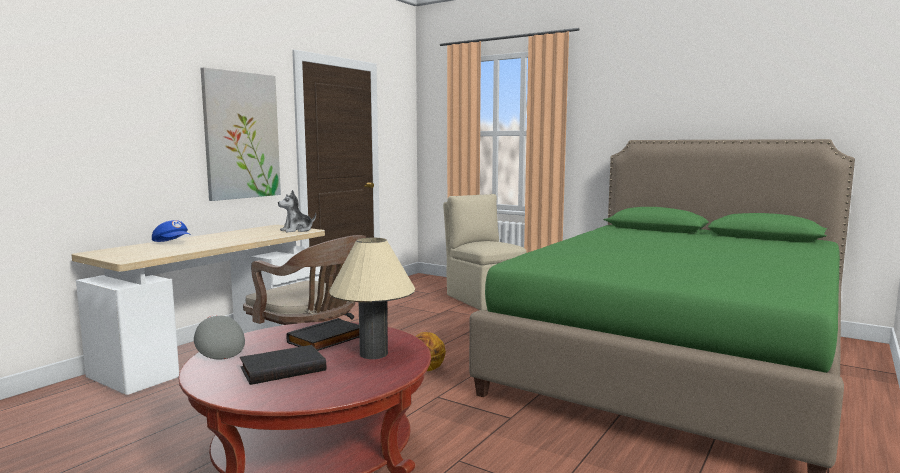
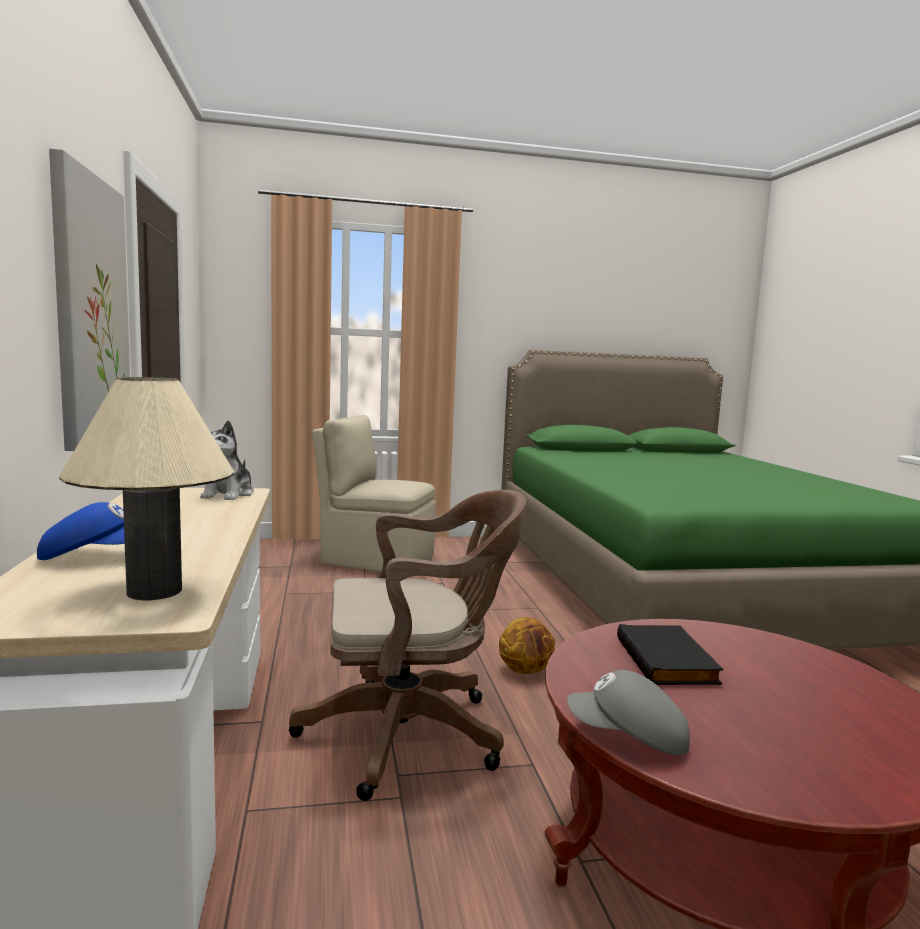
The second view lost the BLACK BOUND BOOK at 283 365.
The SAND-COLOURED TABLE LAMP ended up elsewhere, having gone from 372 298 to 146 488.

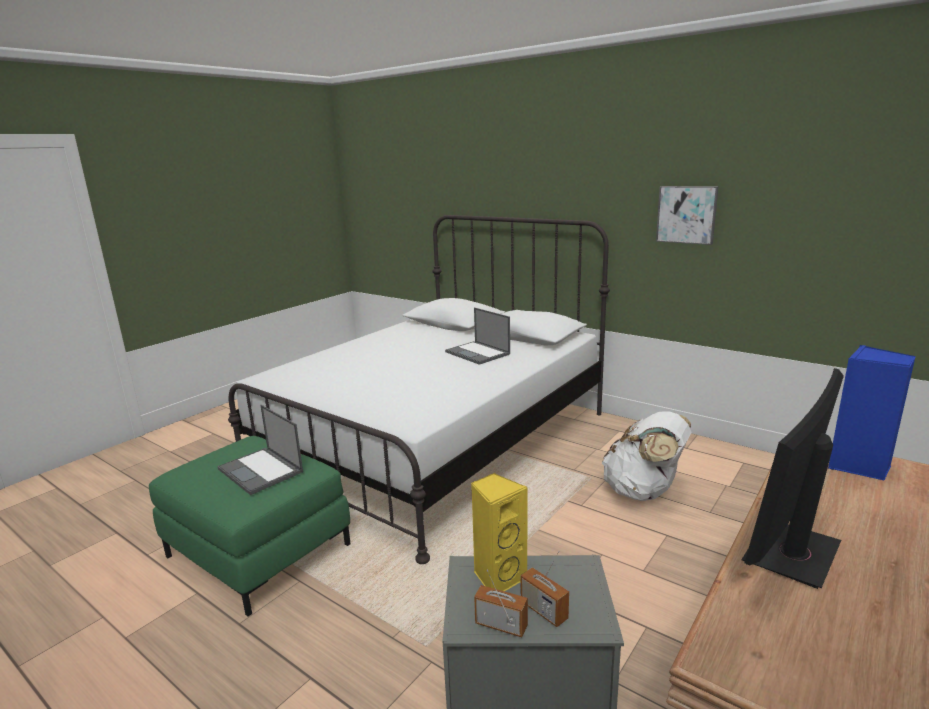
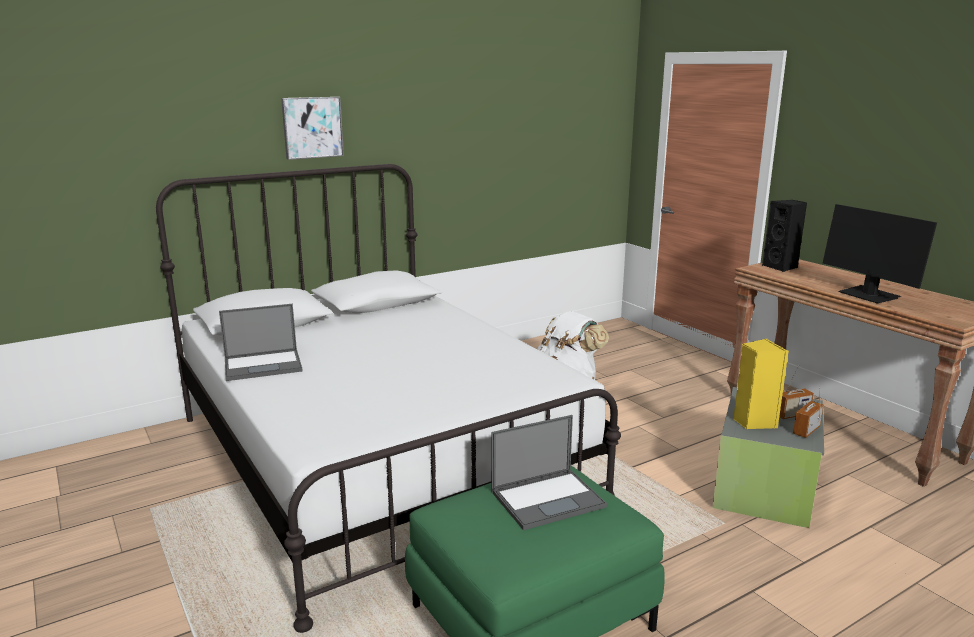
The NOTEBOOK COMPUTER ended up elsewhere, having gone from 477 336 to 261 342.
The PICTURE ended up elsewhere, having gone from 687 215 to 312 128.
What was the BLUE AUDIO SPEAKER at 872 412 turned into the BLACK AUDIO SPEAKER at 784 236.

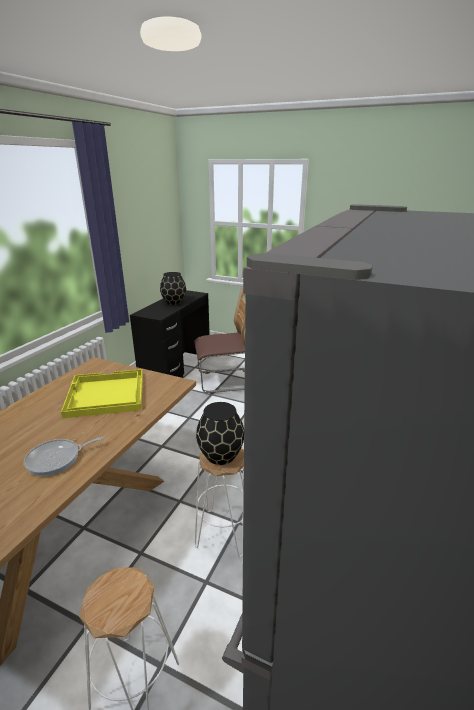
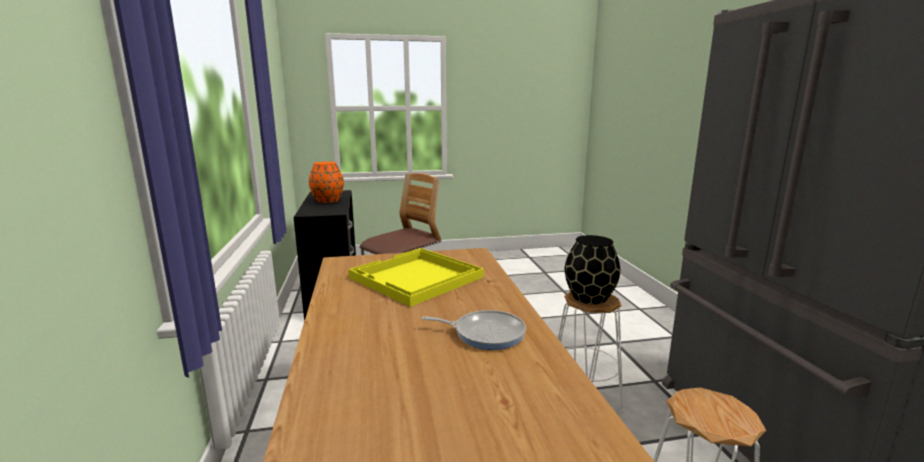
What was the BLACK VASE at 173 288 turned into the ORANGE-COLOURED VASE at 326 182.
The SKILLET at 63 456 ended up facing another way, 105 degrees counterclockwise from before.

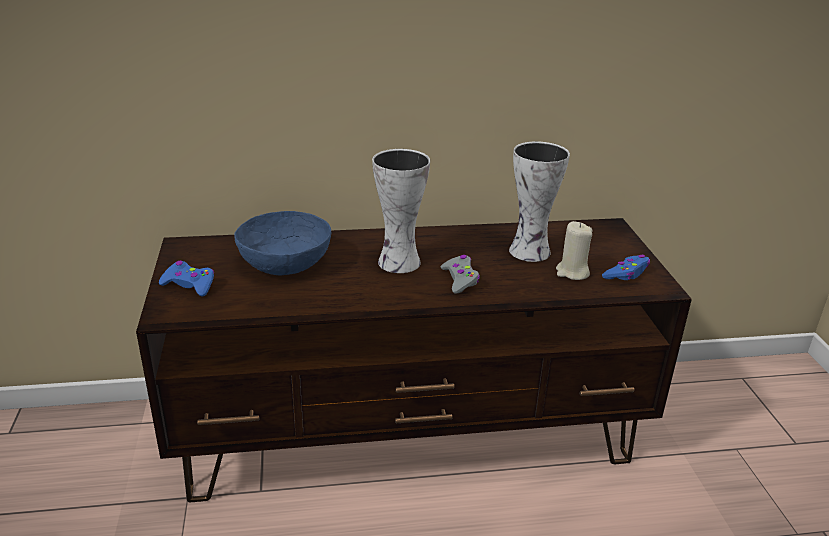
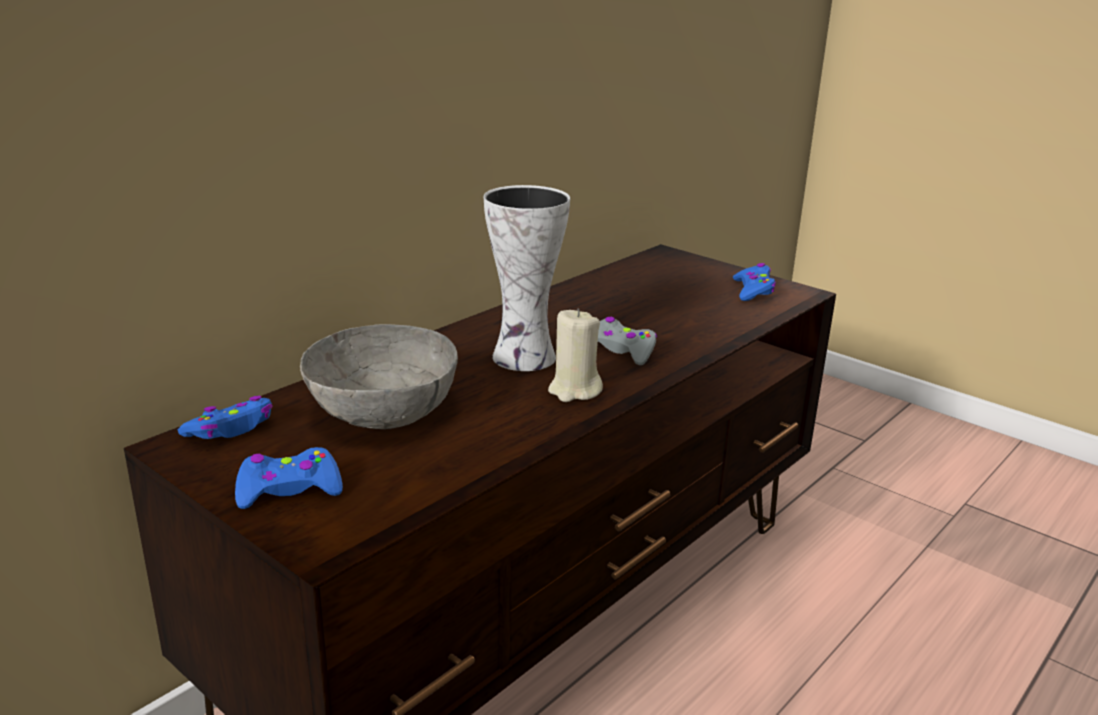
The second view lost the VASE at 539 201.
The second view gained the BLUE JOYPAD at 225 417.
The SAND-COLOURED CANDLE ended up elsewhere, having gone from 574 250 to 575 355.
What was the BLUE SERVING BOWL at 282 243 turned into the GRAY SERVING BOWL at 379 376.

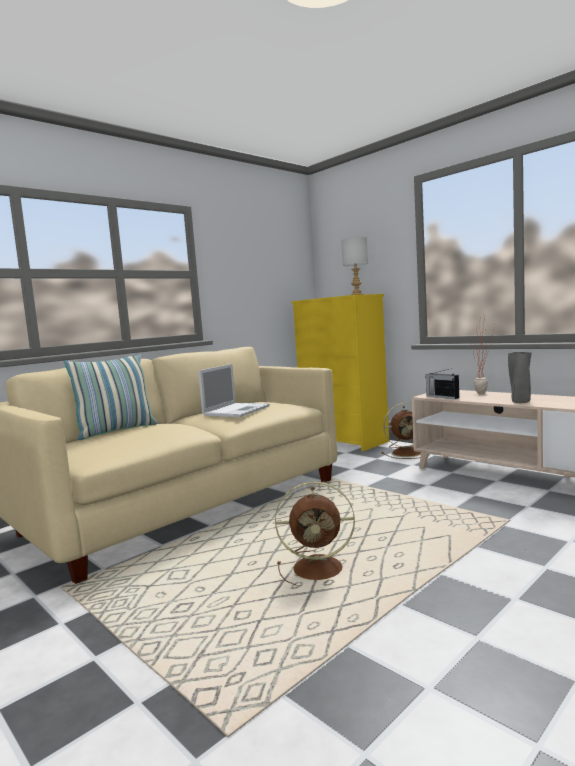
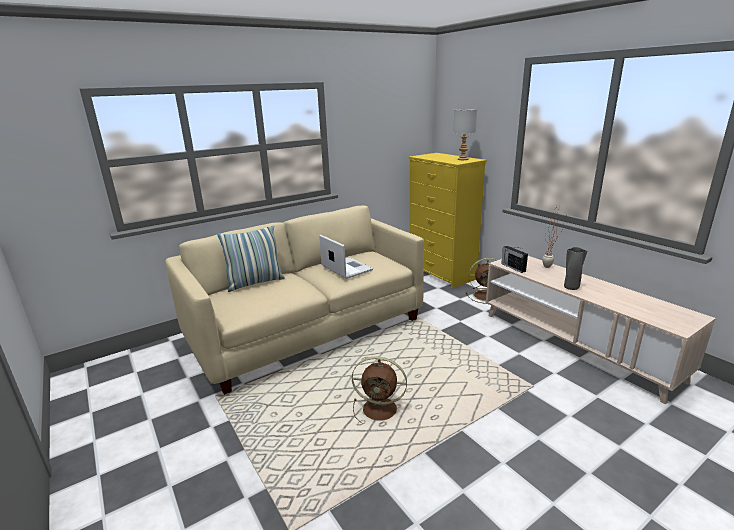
The NOTEBOOK COMPUTER at 234 390 ended up facing another way, 75 degrees counterclockwise from before.

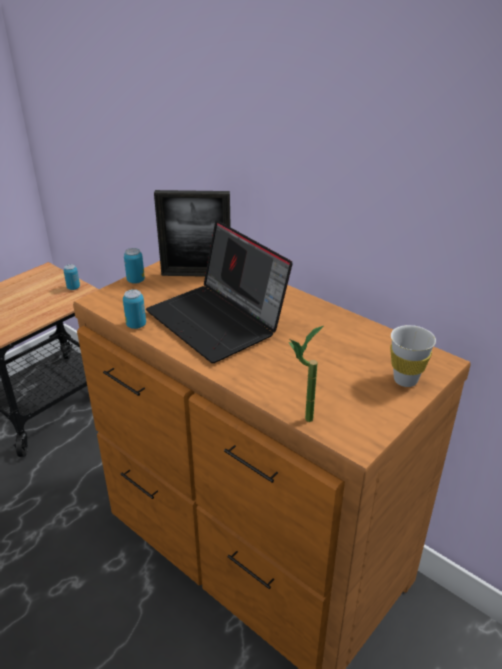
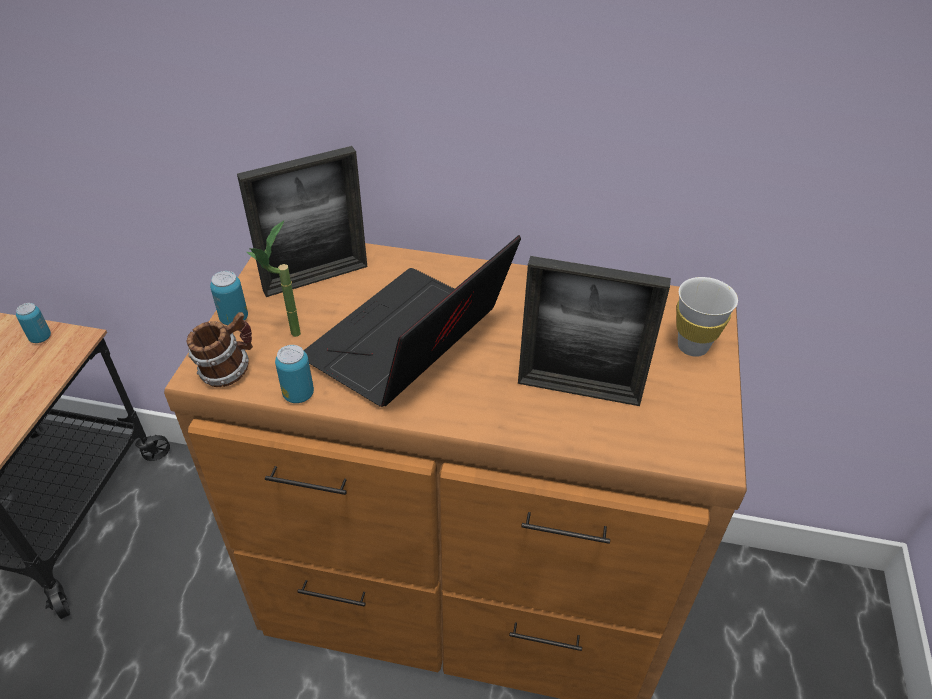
The second view gained the TEA MUG at 219 349.
The second view gained the PICTURE FRAME at 594 331.
The PLANT IN A POT ended up elsewhere, having gone from 306 374 to 274 279.
The NOTEBOOK COMPUTER at 219 291 ended up facing another way, 105 degrees clockwise from before.

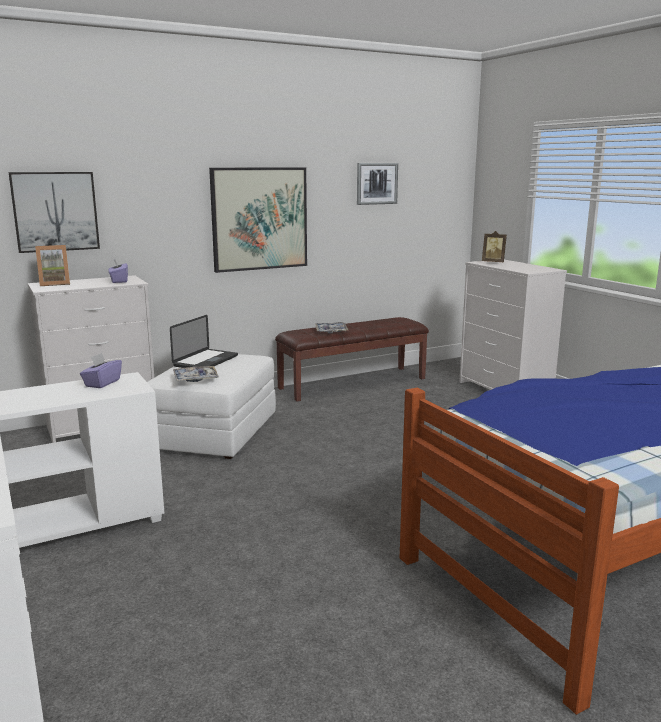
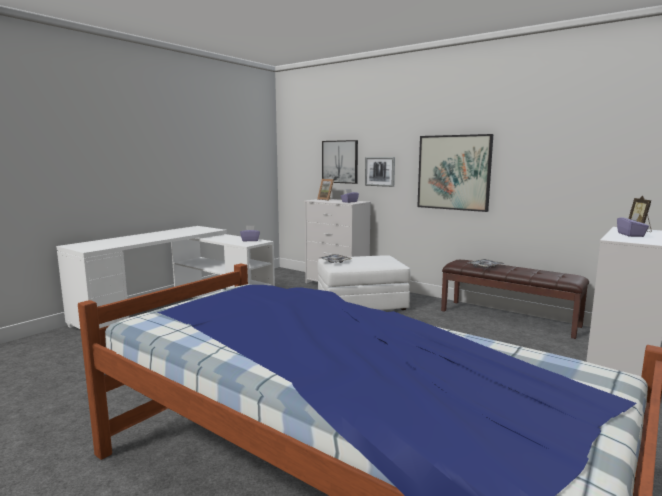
The second view lost the NOTEBOOK COMPUTER at 204 341.
The second view gained the PURPLISH TISSUE BOX at 633 225.
The PICTURE ended up elsewhere, having gone from 377 184 to 380 172.

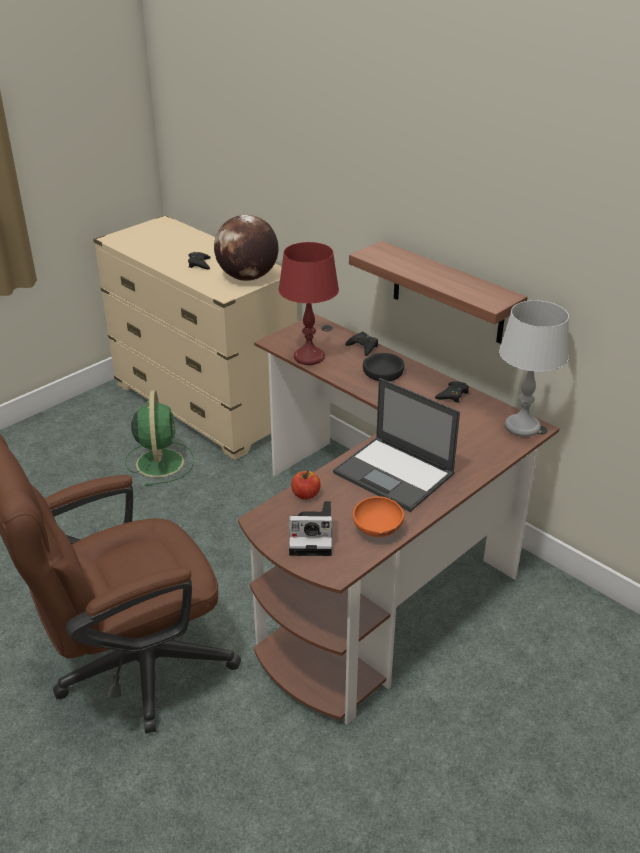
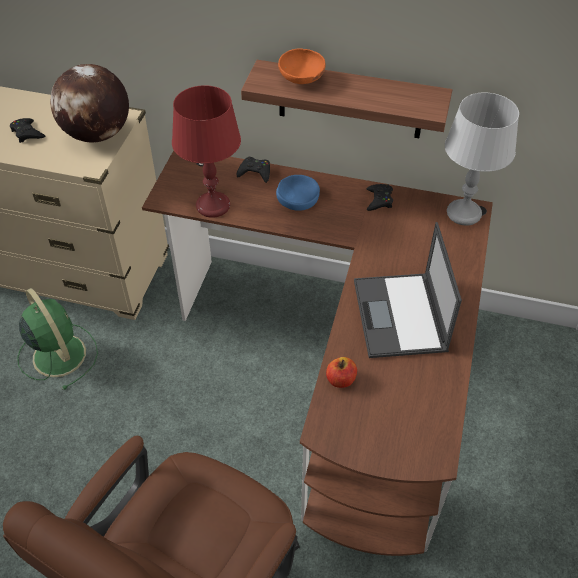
The second view lost the PHOTO CAMERA at 310 528.
The ORANGE-COLOURED SERVING BOWL ended up elsewhere, having gone from 378 516 to 302 66.
What was the BLACK SERVING BOWL at 383 367 turned into the BLUE SERVING BOWL at 298 193.
The NOTEBOOK COMPUTER at 396 445 ended up facing another way, 75 degrees clockwise from before.

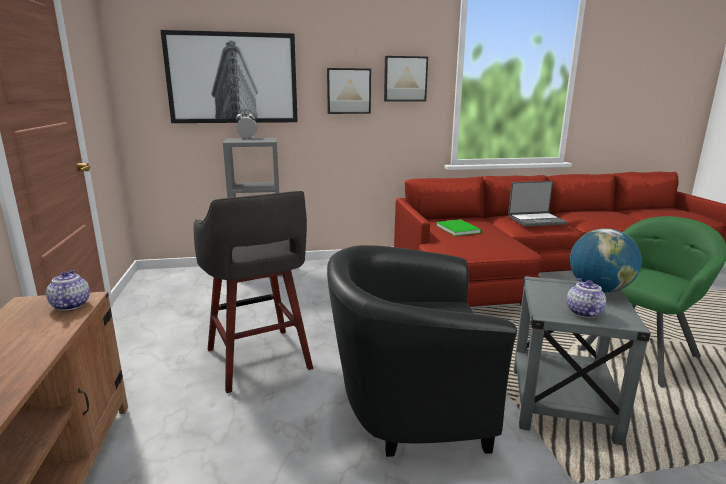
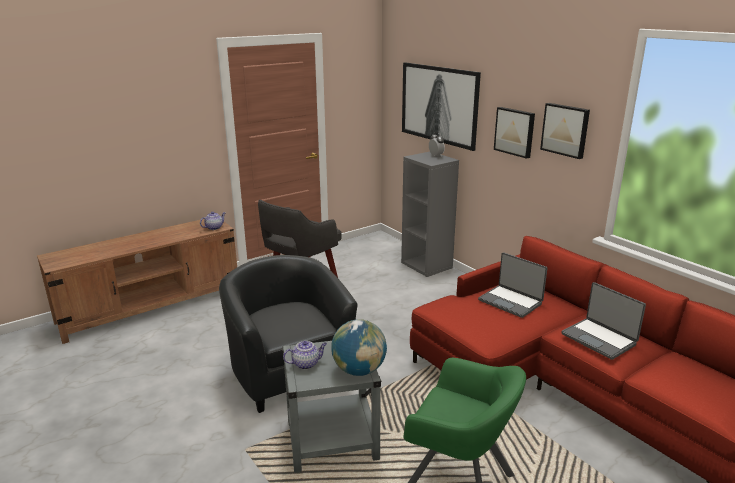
Where the GREEN-COLOURED BOUND BOOK stood at 459 228, the NOTEBOOK COMPUTER came to stand at 513 285.

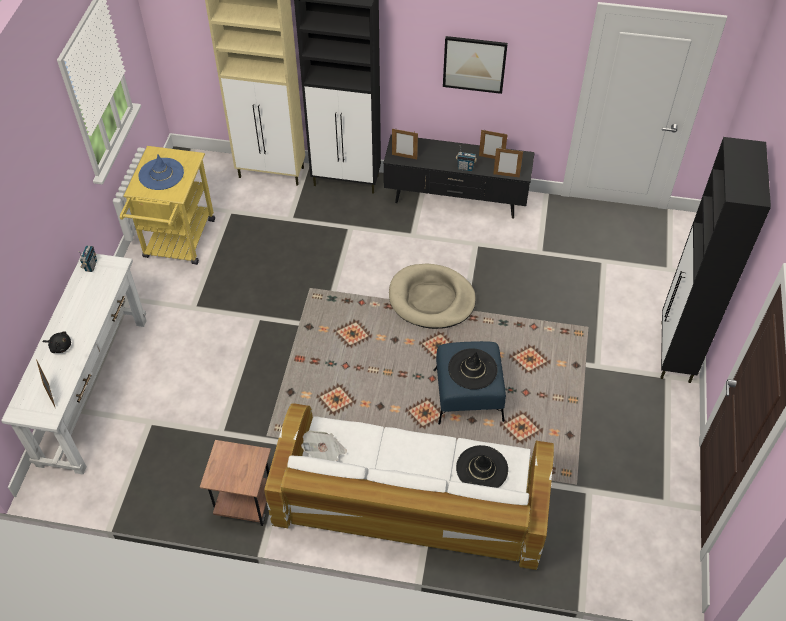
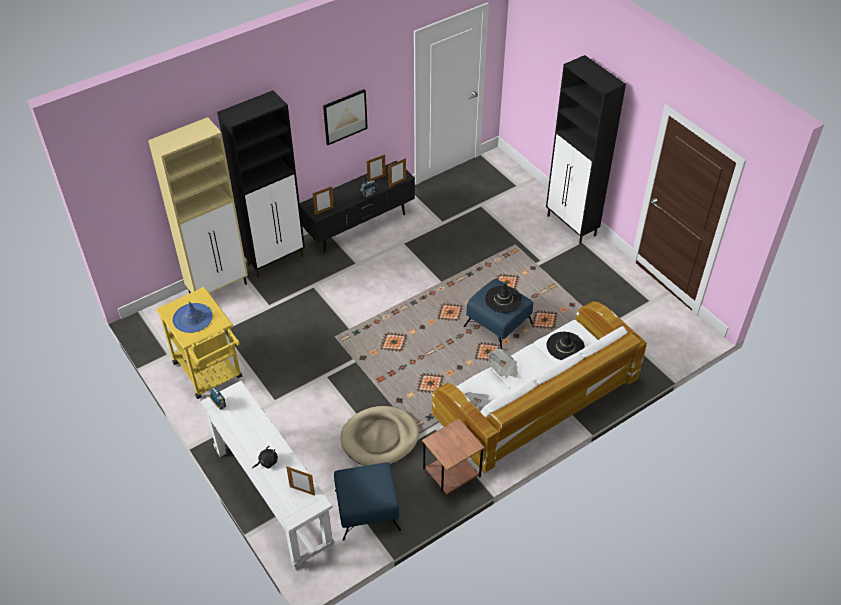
The second view gained the BLUE POUFFE at 367 501.
The second view gained the DAILY PAPER at 503 363.
The SAND-COLOURED PET BED ended up elsewhere, having gone from 432 296 to 379 436.

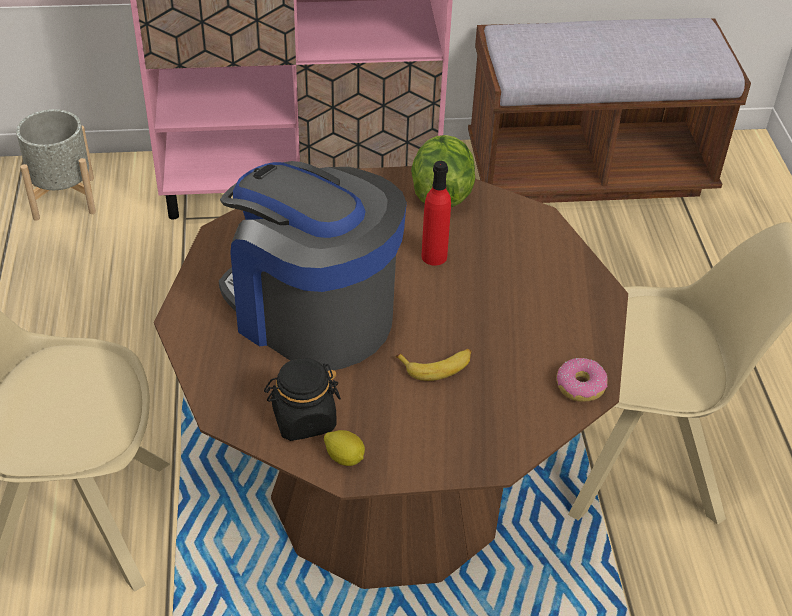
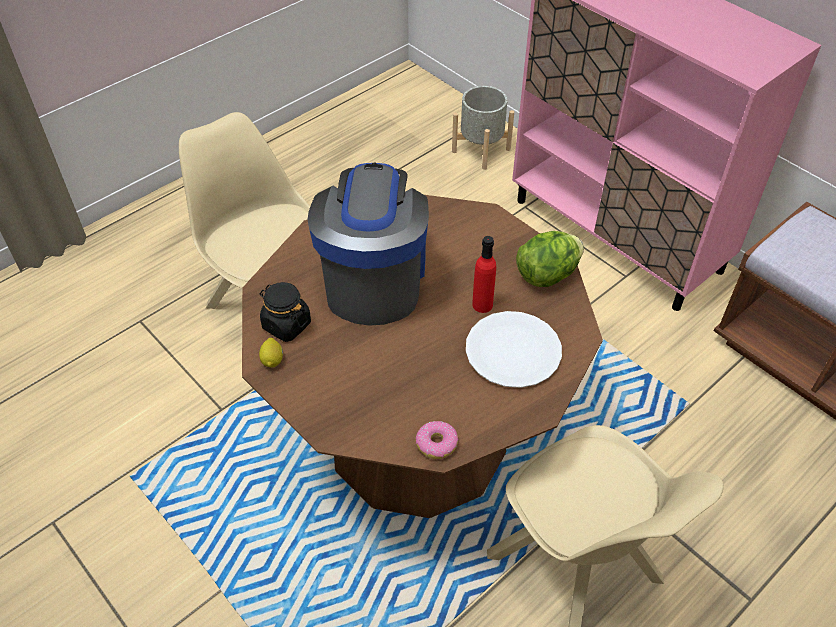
The second view lost the WHOLE BANANA at 433 365.
The second view gained the WHITISH PLATE at 514 349.

